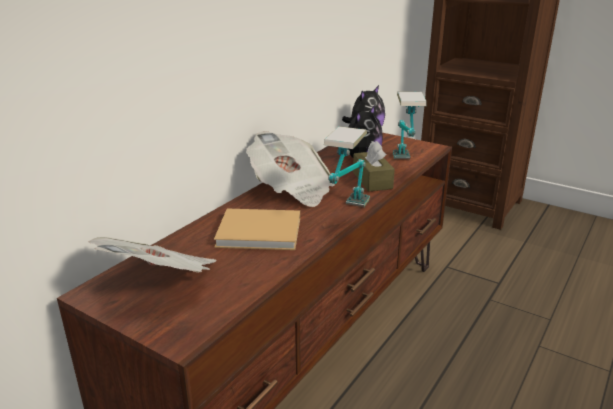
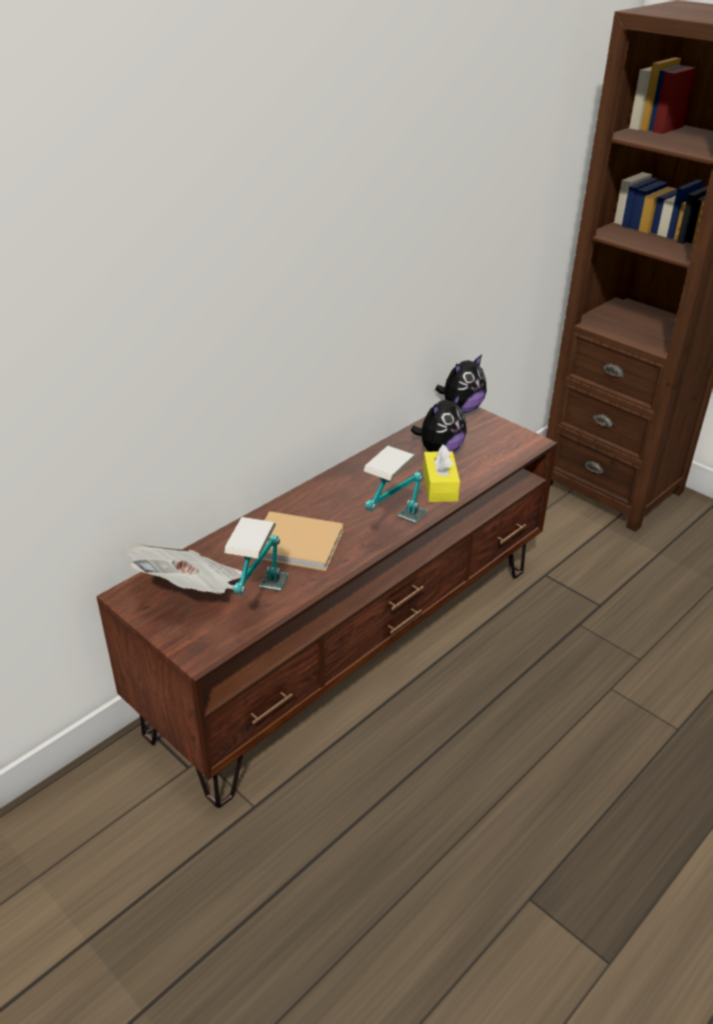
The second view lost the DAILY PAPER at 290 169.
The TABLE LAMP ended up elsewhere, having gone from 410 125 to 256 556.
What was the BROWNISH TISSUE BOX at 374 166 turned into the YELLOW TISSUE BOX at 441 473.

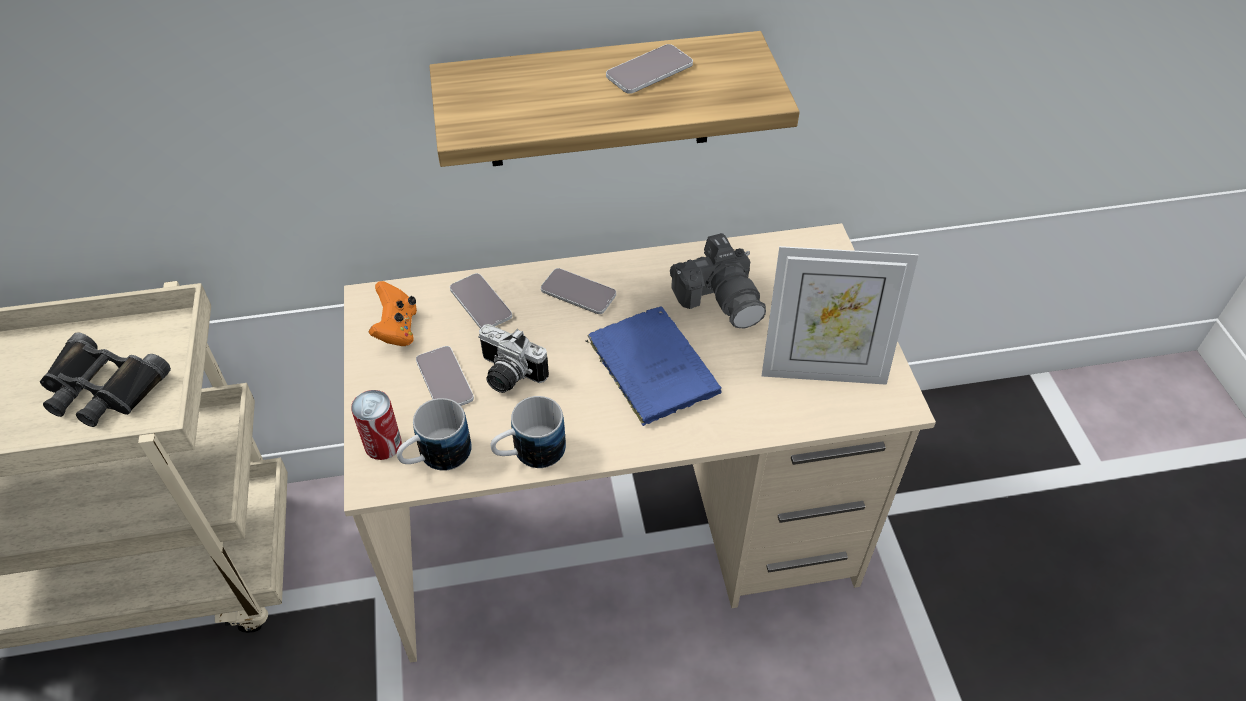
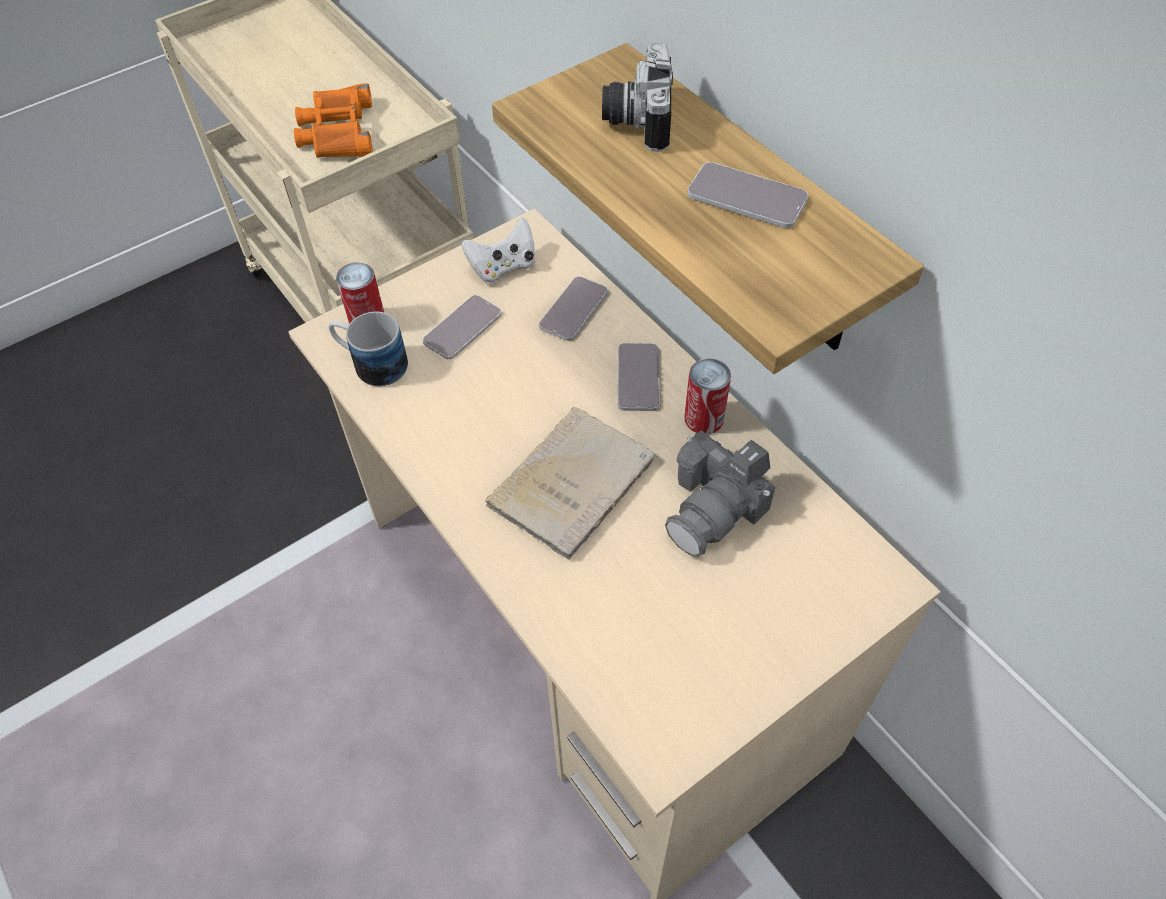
The second view lost the TEA MUG at 528 432.
The second view lost the PICTURE FRAME at 840 315.
The second view gained the SEALED CAN at 707 396.
The PHOTO CAMERA ended up elsewhere, having gone from 513 358 to 637 97.
What was the BLACK BINOCULARS at 105 379 turned into the ORANGE-COLOURED BINOCULARS at 333 120.
What was the ORANGE-COLOURED JOYPAD at 393 313 turned into the WHITISH JOYPAD at 498 251.
What was the BLUE BOUND BOOK at 653 366 turned into the SAND-COLOURED BOUND BOOK at 570 483.

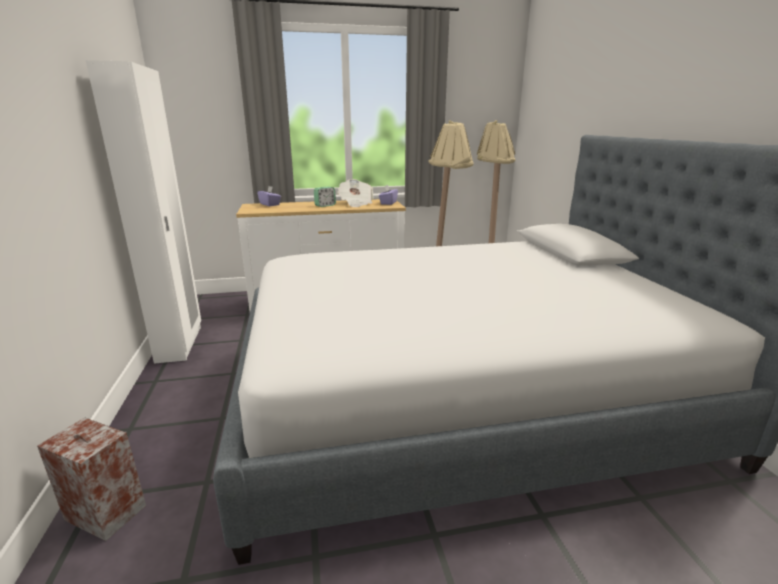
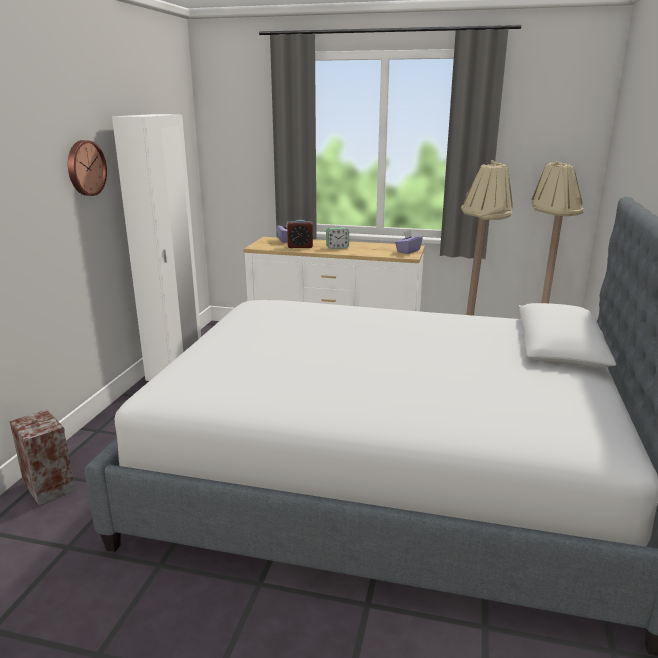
The second view lost the DAILY PAPER at 355 193.
The second view gained the HANGING CLOCK at 87 168.
The second view gained the BEDSIDE CLOCK at 300 234.

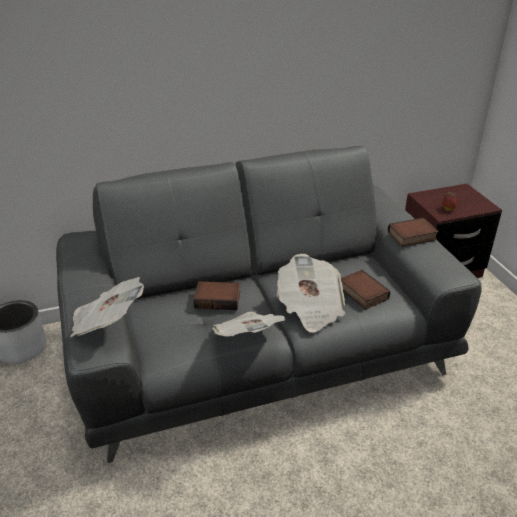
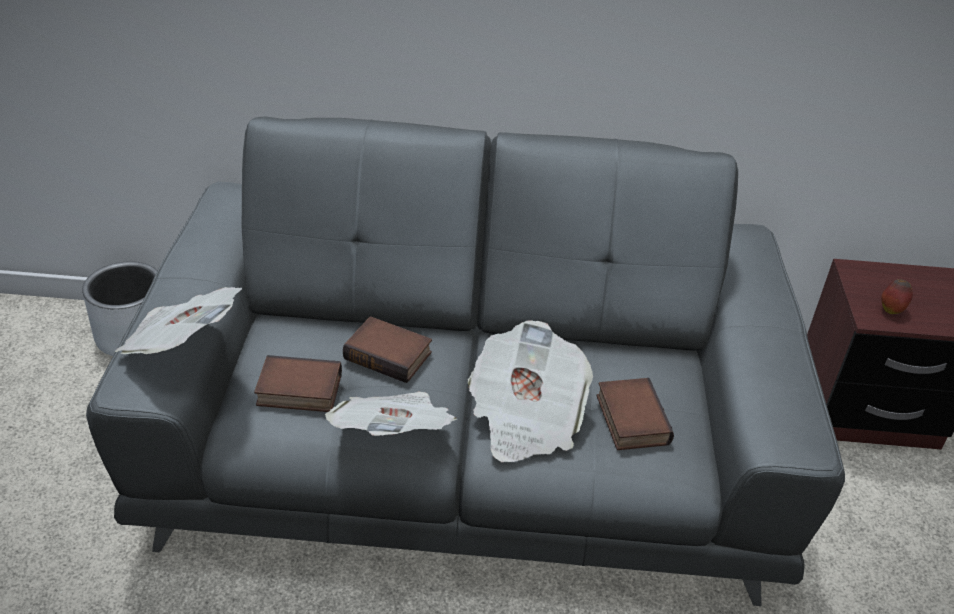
The BOUND BOOK ended up elsewhere, having gone from 413 232 to 298 383.

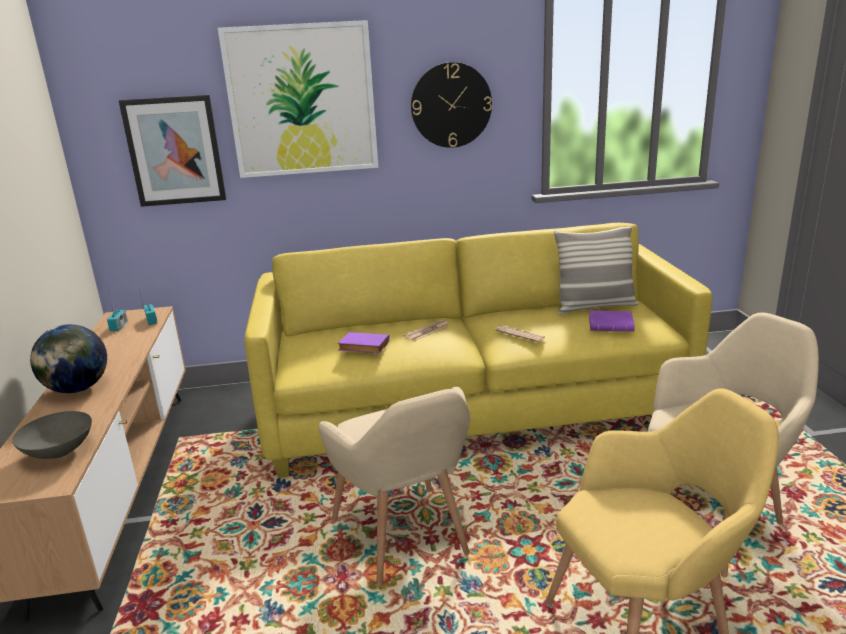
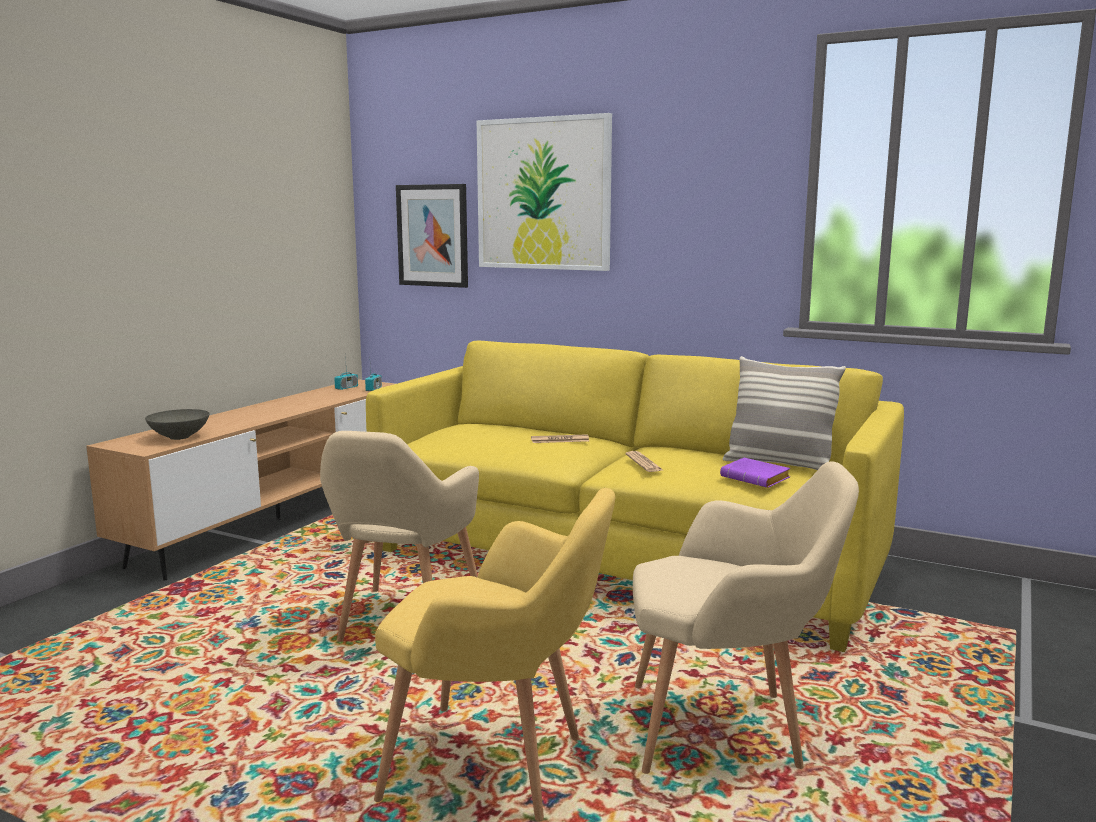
The second view lost the WORLD GLOBE at 68 358.
The second view lost the PURPLISH BOUND BOOK at 364 342.
The second view lost the HANGING CLOCK at 451 105.

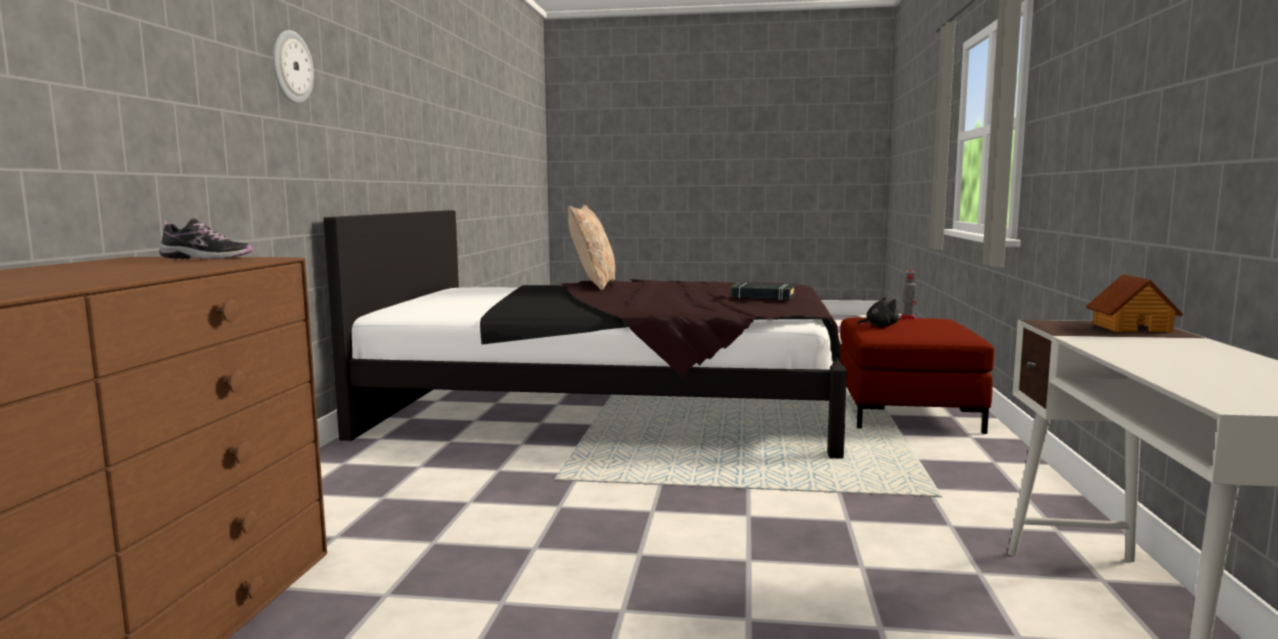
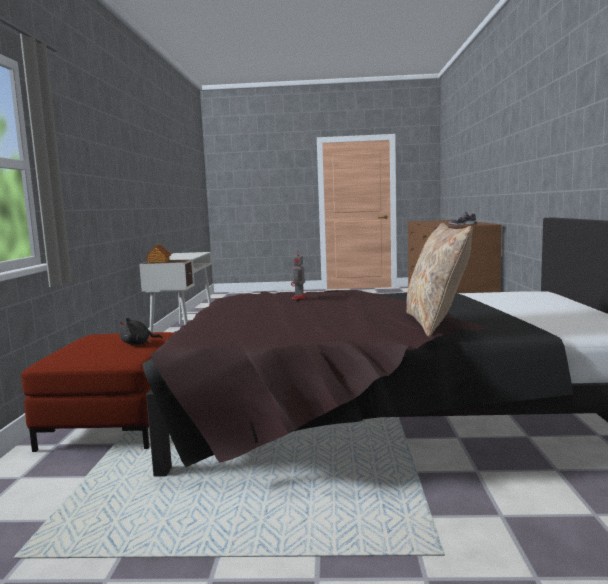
The second view lost the HANGING CLOCK at 293 66.
The second view lost the BLACK BOUND BOOK at 763 291.
The MODEL ROBOT ended up elsewhere, having gone from 908 292 to 299 274.

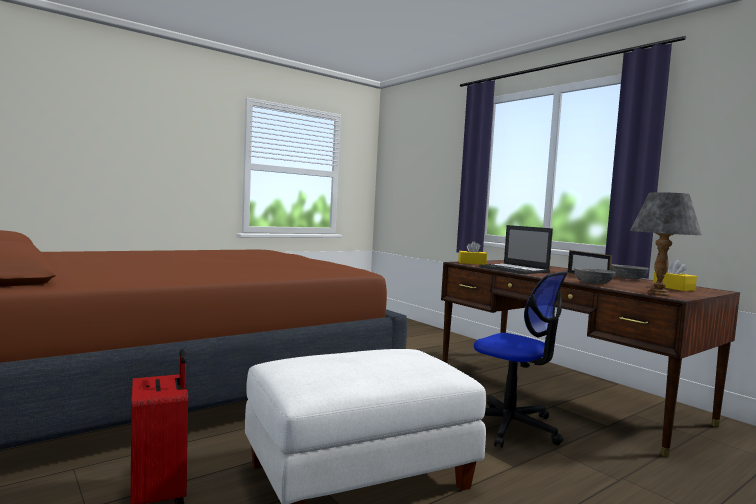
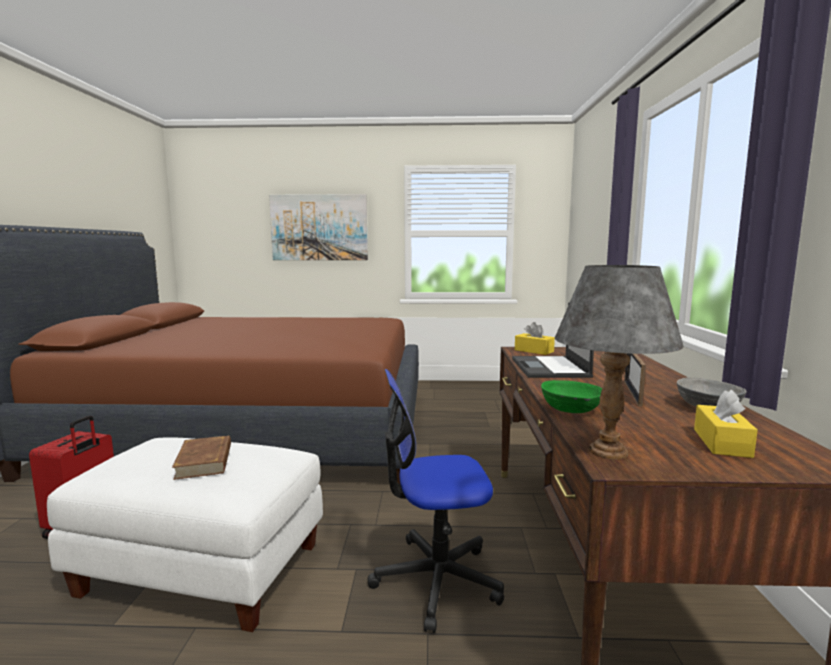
The second view gained the BROWNISH BOUND BOOK at 201 457.
The second view gained the PICTURE at 318 227.
What was the GRAY SERVING BOWL at 594 276 turned into the GREEN-COLOURED SERVING BOWL at 571 396.
The OFFICE CHAIR at 521 359 ended up facing another way, 90 degrees clockwise from before.

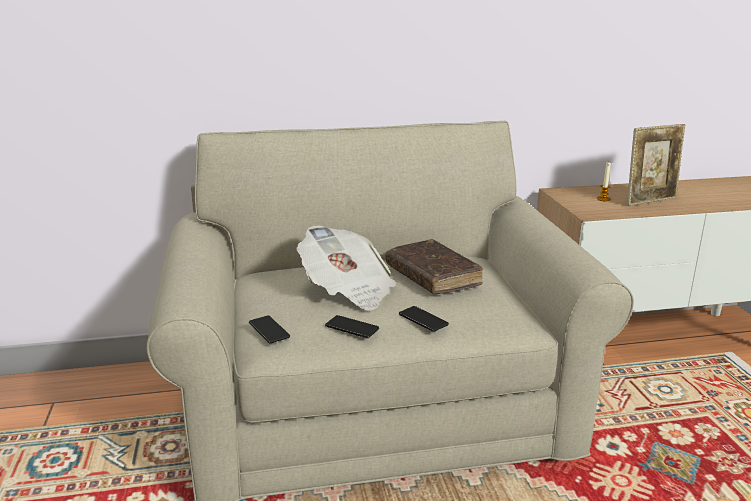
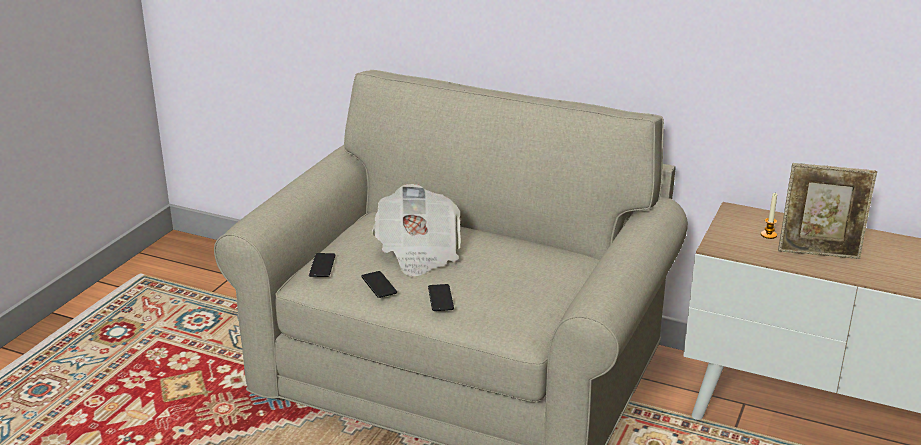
The second view lost the BROWNISH BOUND BOOK at 434 266.

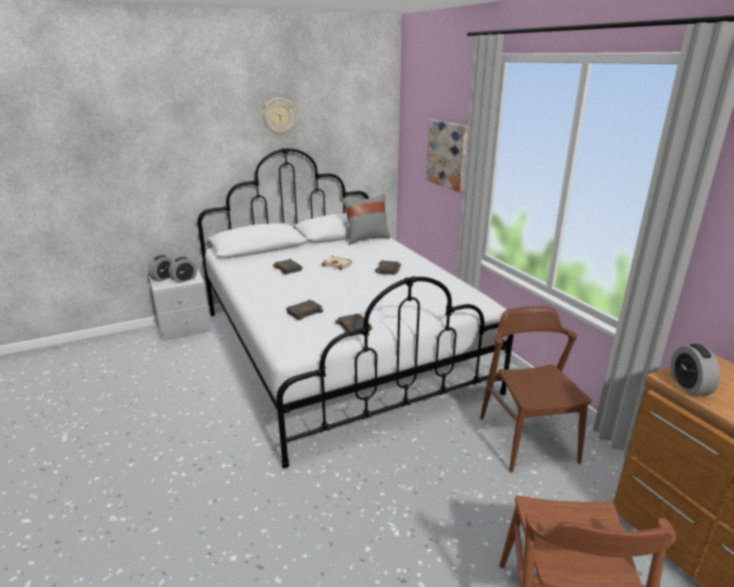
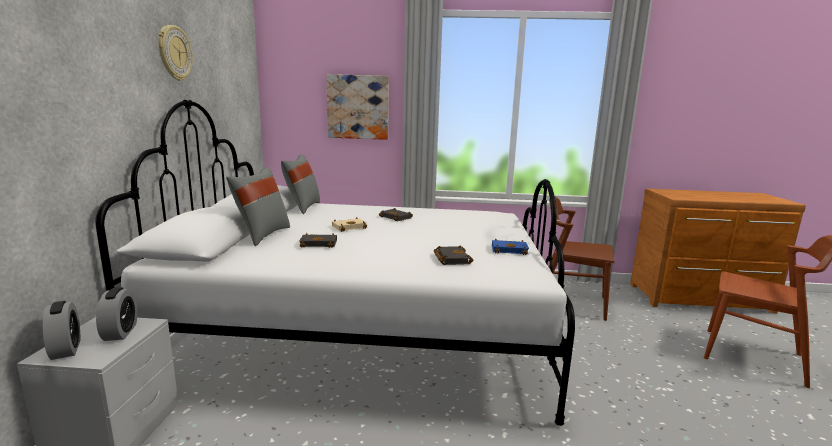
The second view lost the BEDSIDE CLOCK at 695 370.
The second view gained the GRAY CUSHION at 258 206.
What was the BLACK BOUND BOOK at 353 325 turned into the BLUE BOUND BOOK at 510 247.

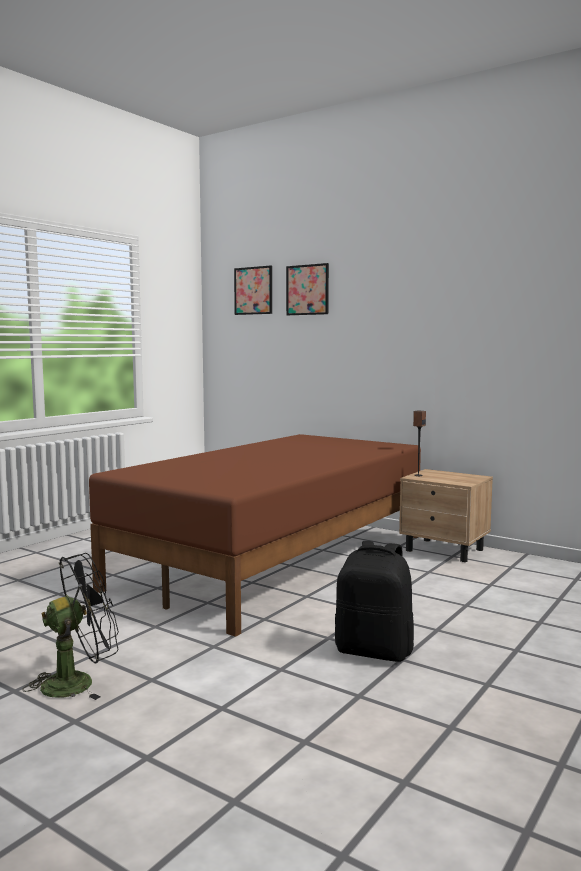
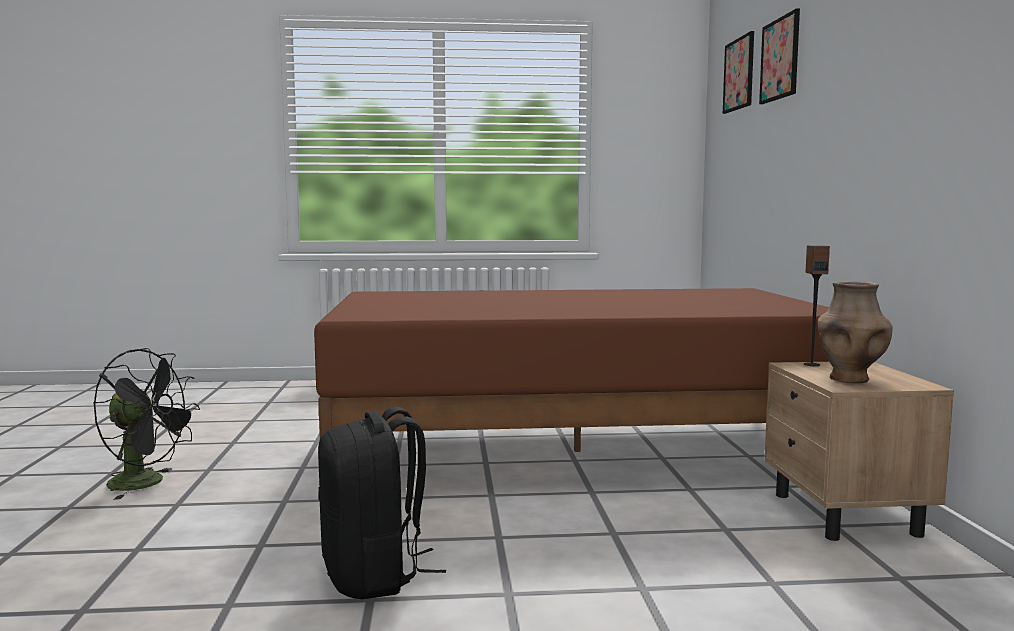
The second view gained the BROWNISH VASE at 855 332.

